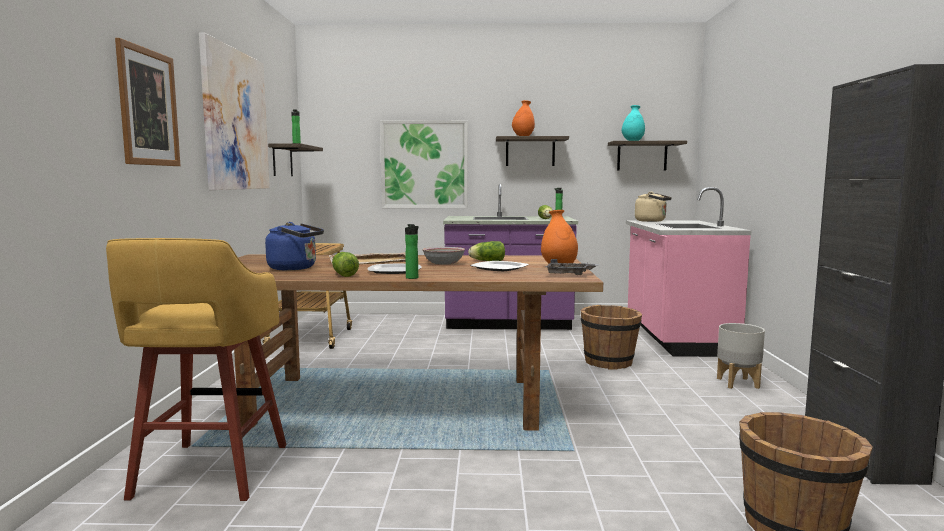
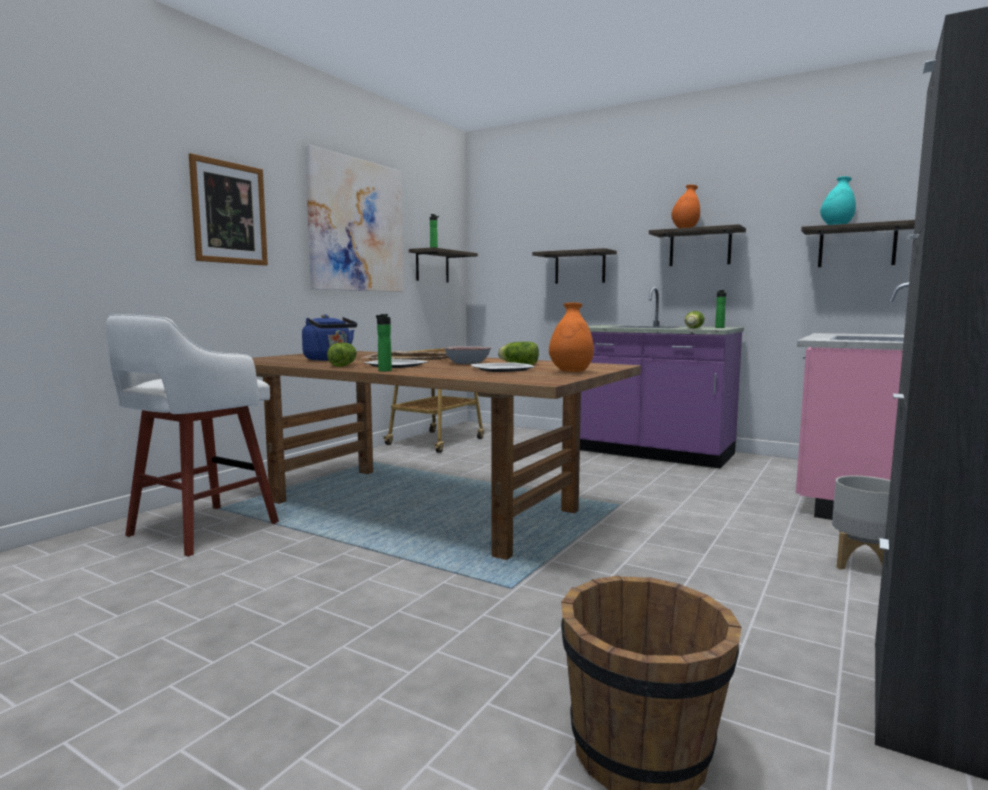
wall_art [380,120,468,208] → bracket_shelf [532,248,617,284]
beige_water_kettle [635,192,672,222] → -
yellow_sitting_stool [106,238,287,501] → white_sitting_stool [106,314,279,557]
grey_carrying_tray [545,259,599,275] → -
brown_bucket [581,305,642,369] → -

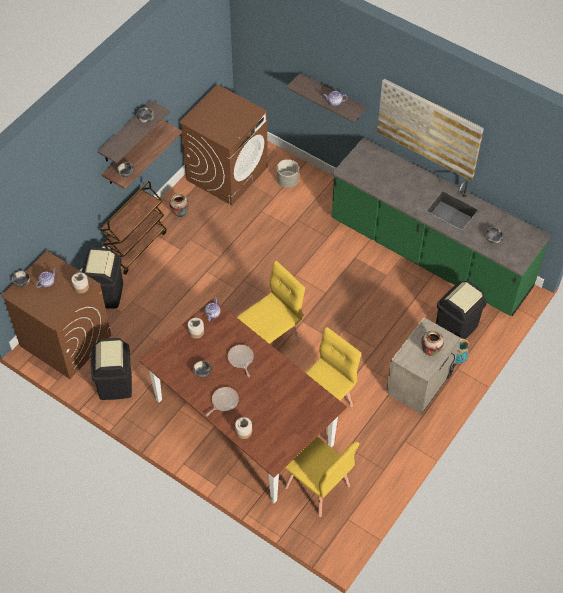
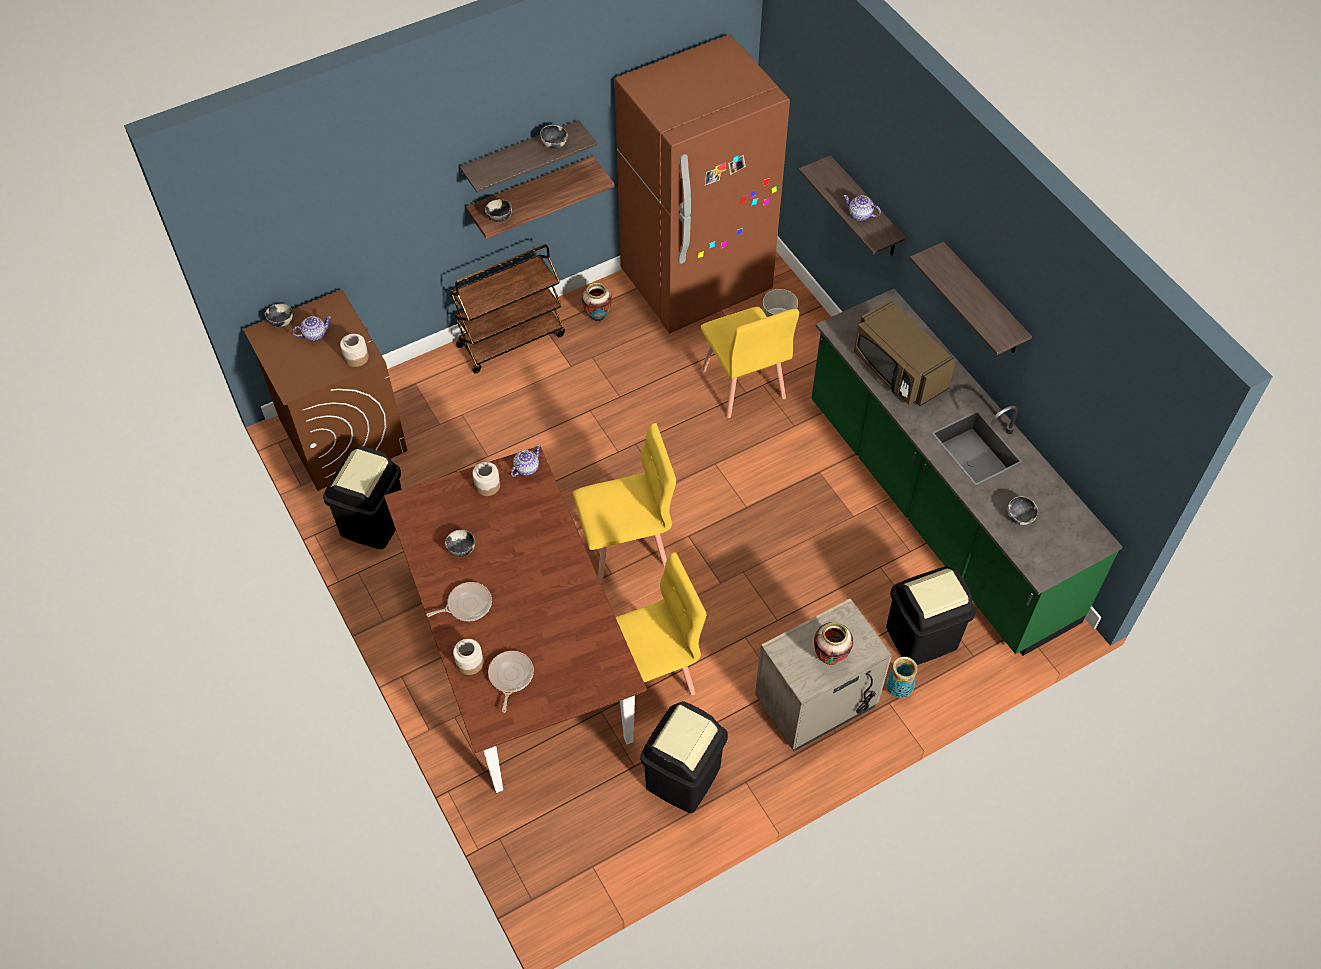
wall_art [377,78,484,181] → bracket_shelf [910,242,1032,355]
brown_laundry_machine [179,84,268,206] → brown_kitchen_fridge [615,35,790,333]
blackish_trash_can [82,247,123,309] → blackish_trash_can [641,701,728,813], relocated
skillet [228,345,254,377] → skillet [488,651,534,713], relocated
yellow_plain_chair [285,437,359,517] → yellow_plain_chair [701,307,799,418], relocated
- → brown_microwave [854,299,956,406]

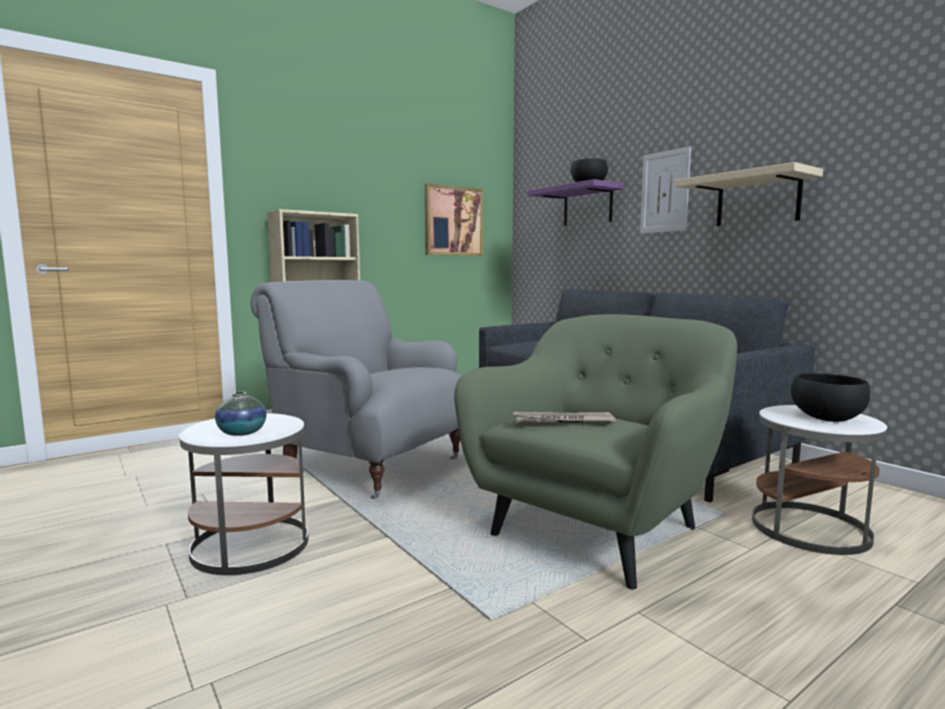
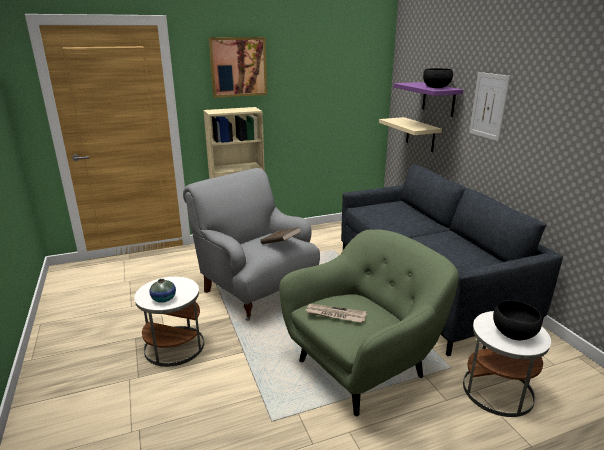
beige_bracket_shelf [675,162,823,226] → beige_bracket_shelf [379,117,442,152], relocated
wall_art [425,184,483,256] → wall_art [209,37,267,98], relocated
- → brown_book [260,227,301,244]

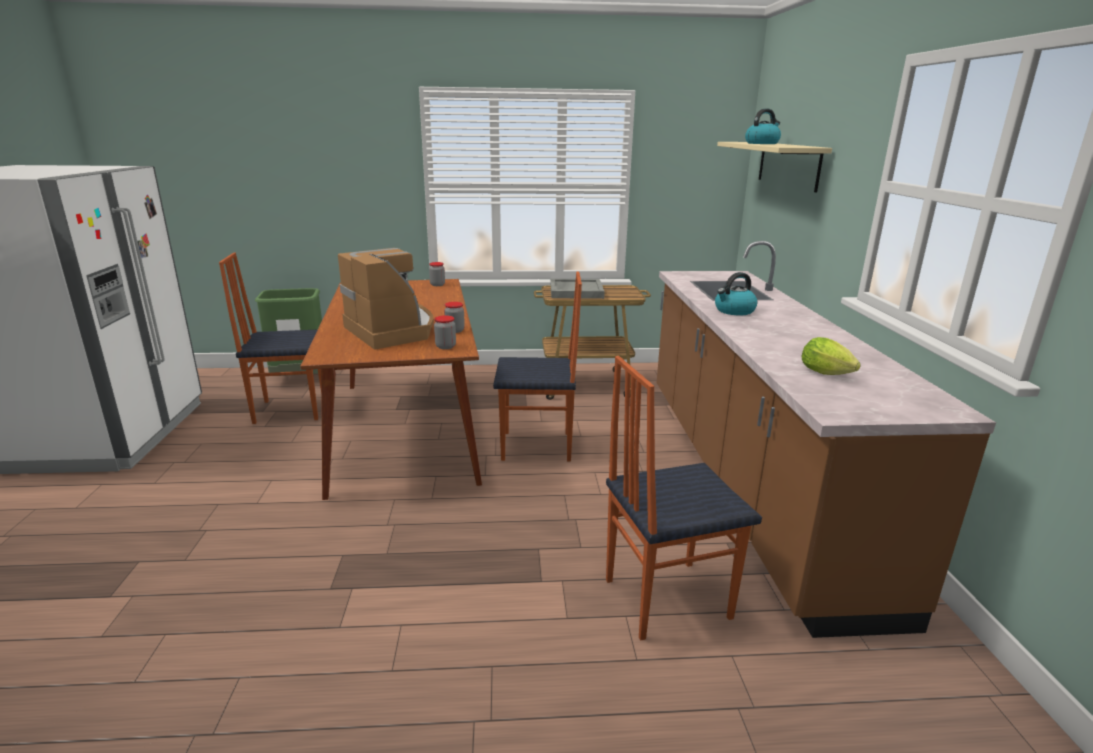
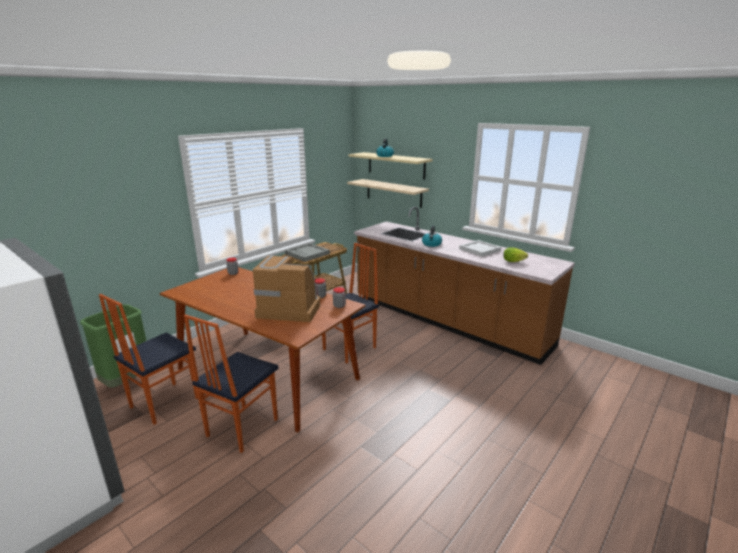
plain_chair [606,356,762,640] → plain_chair [184,314,278,453], relocated
- → beige_bracket_shelf [347,179,429,208]
- → white_carrying_tray [459,240,501,257]

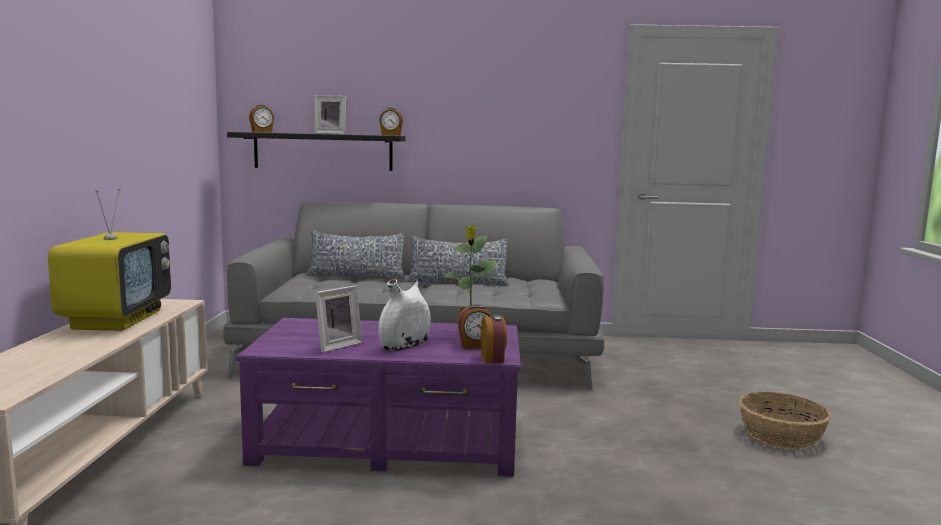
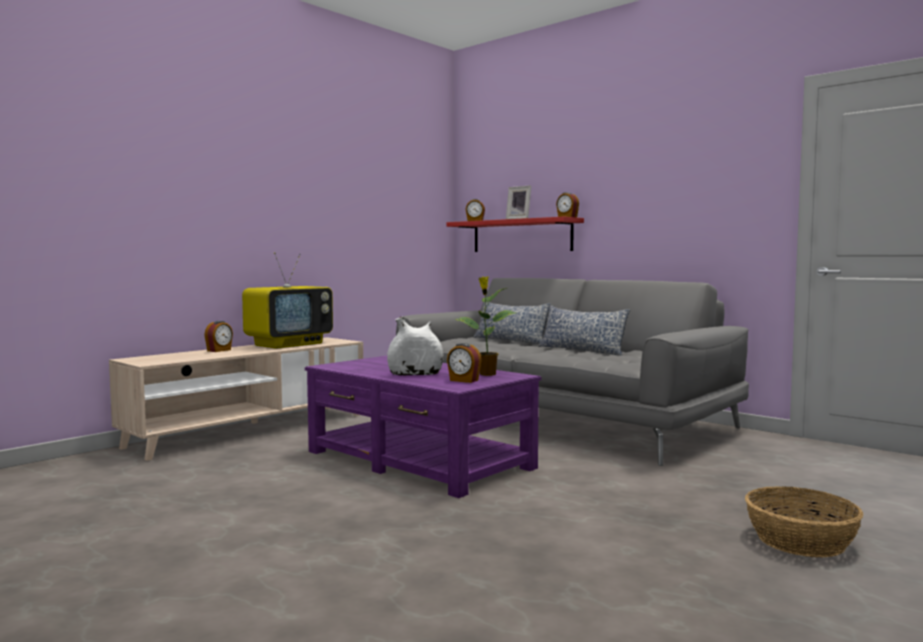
blackish_bracket_shelf [227,132,406,171] → reddish_bracket_shelf [446,217,584,252]
picture_frame [315,285,362,352] → -
table_clock [481,314,507,363] → table_clock [204,321,233,352], relocated

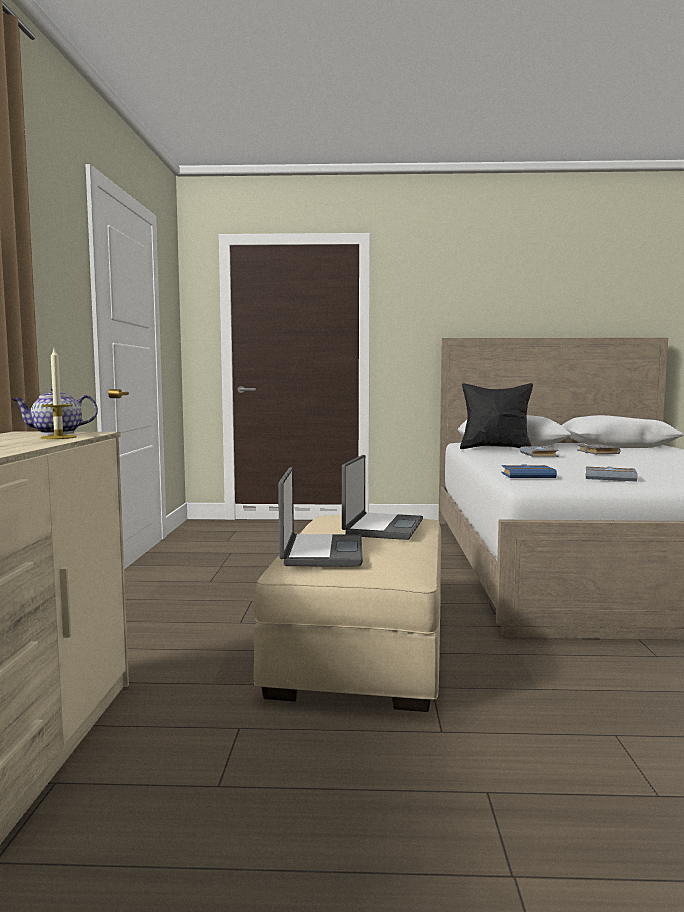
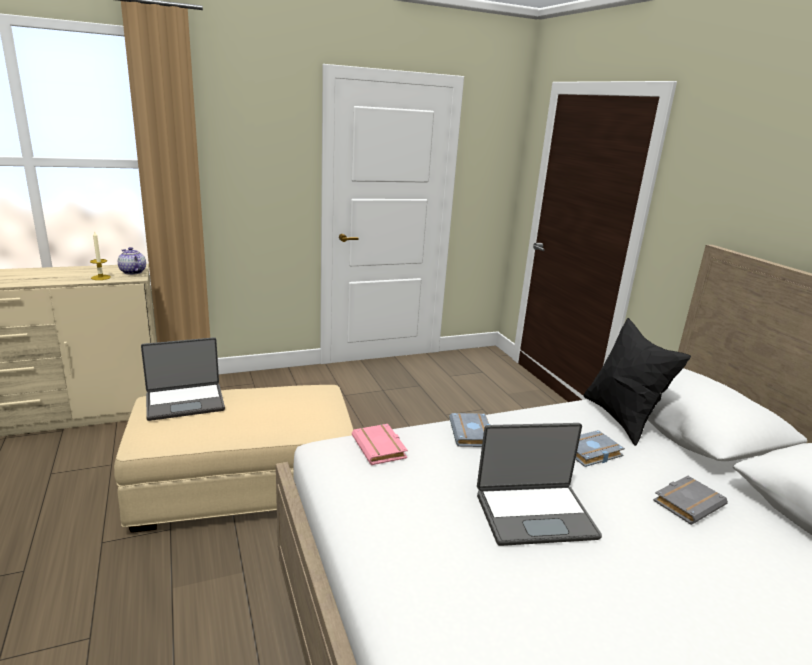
notebook_computer [342,455,423,540] → notebook_computer [477,423,602,546], relocated
blue-coloured_book [501,464,557,478] → pink-coloured_book [352,424,408,465]
grey_book [585,466,637,482] → grey_book [449,413,491,447], relocated

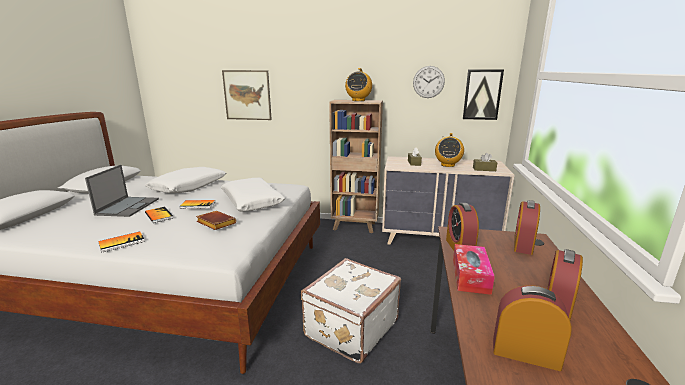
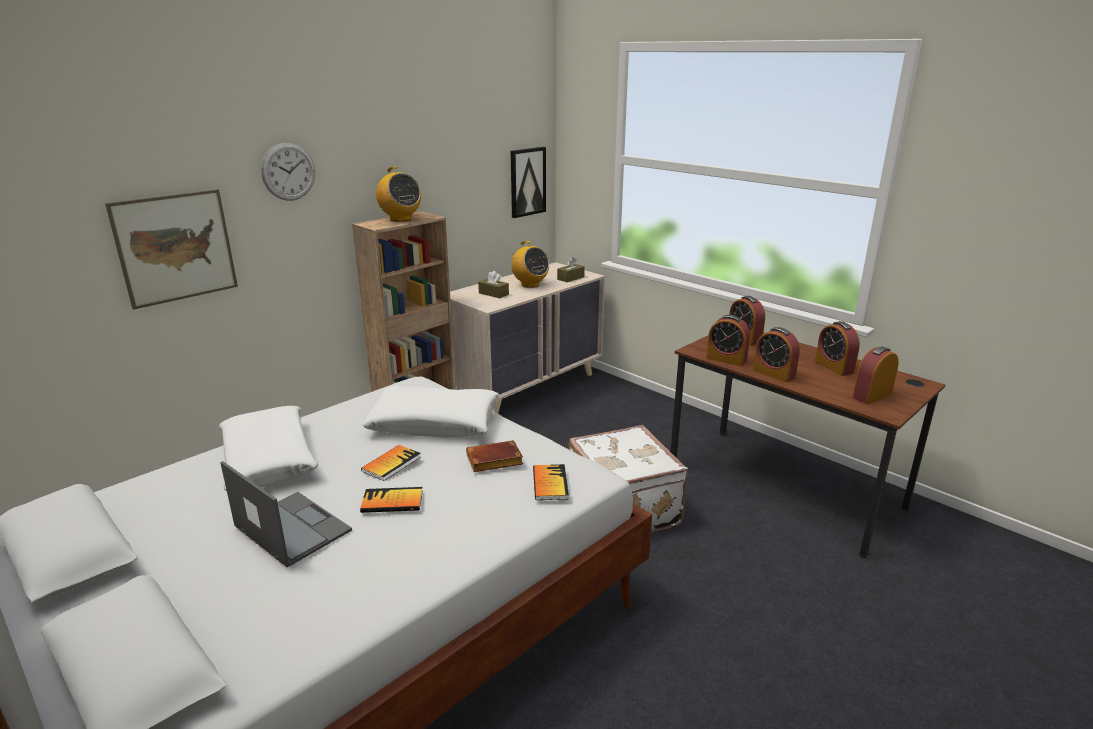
clock_on_the_wall [413,66,445,98] → clock_on_the_wall [261,143,315,201], relocated
book [98,232,145,253] → book [533,464,569,500], relocated
box_of_tissues [453,244,495,295] → table_clock [753,327,800,382]

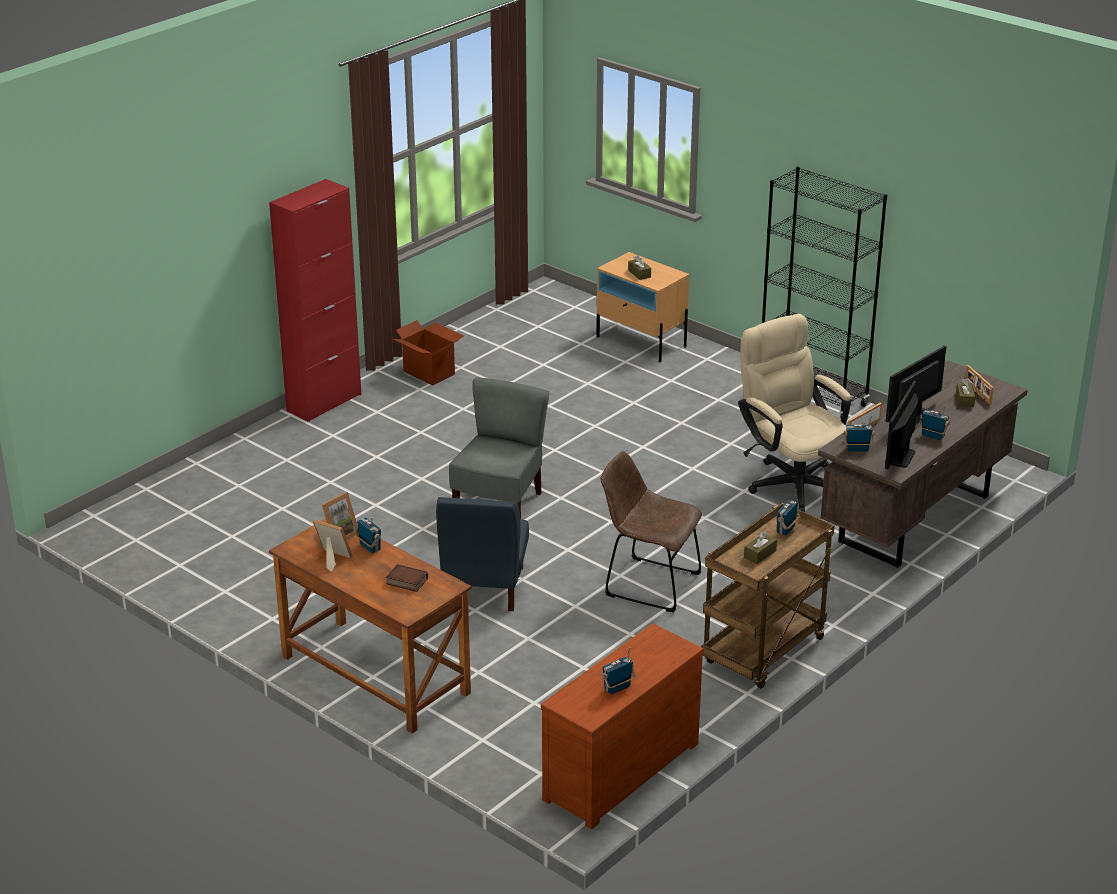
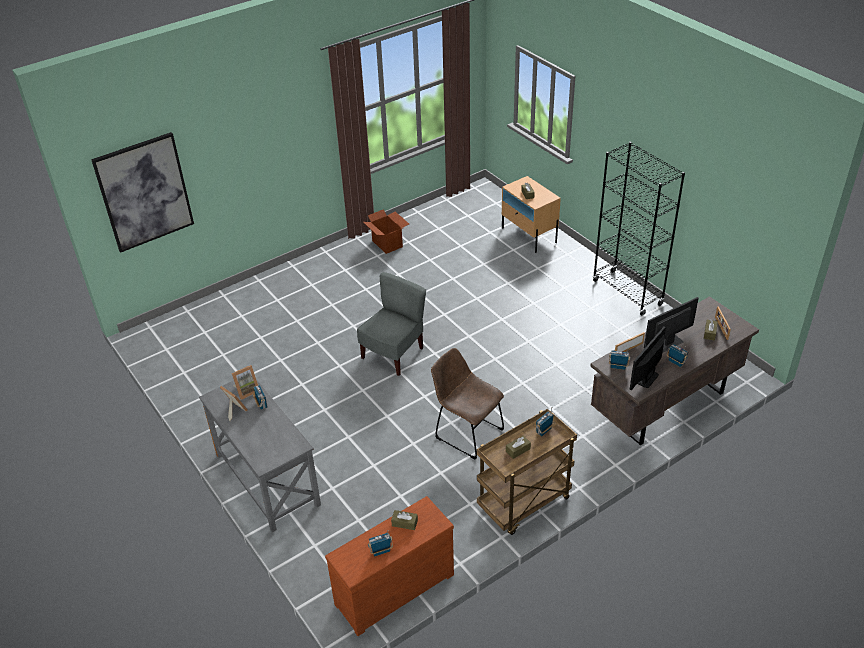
reddish_cabinet [269,179,361,422] → -
beige_office_chair [738,314,851,512] → -
blue-coloured_plain_chair [436,497,529,611] → -
brown_desk [269,518,472,734] → grey_desk [199,379,321,532]
book [386,564,428,592] → -
- → wall_art [91,132,194,253]
- → brown_box_of_tissues [391,510,418,530]

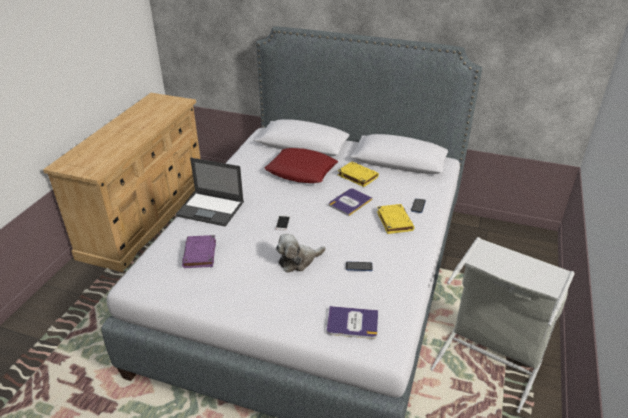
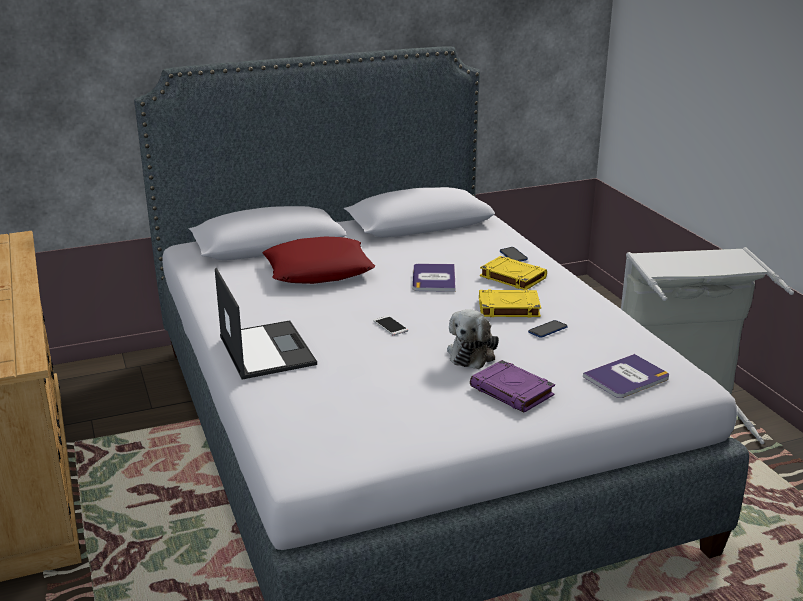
notebook_computer [176,158,244,227] → notebook_computer [215,268,317,379], 90 degrees counterclockwise
yellow_book [338,161,379,187] → yellow_book [479,289,541,318], relocated
purple_book [182,235,216,268] → purple_book [470,360,555,413], relocated

